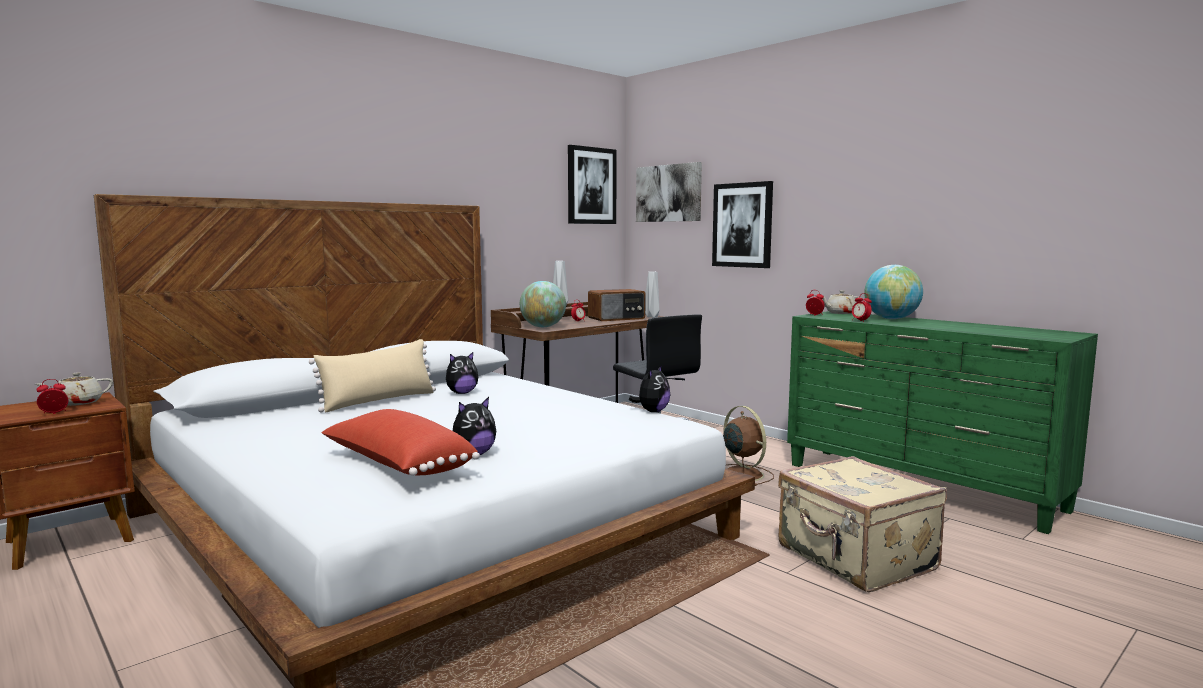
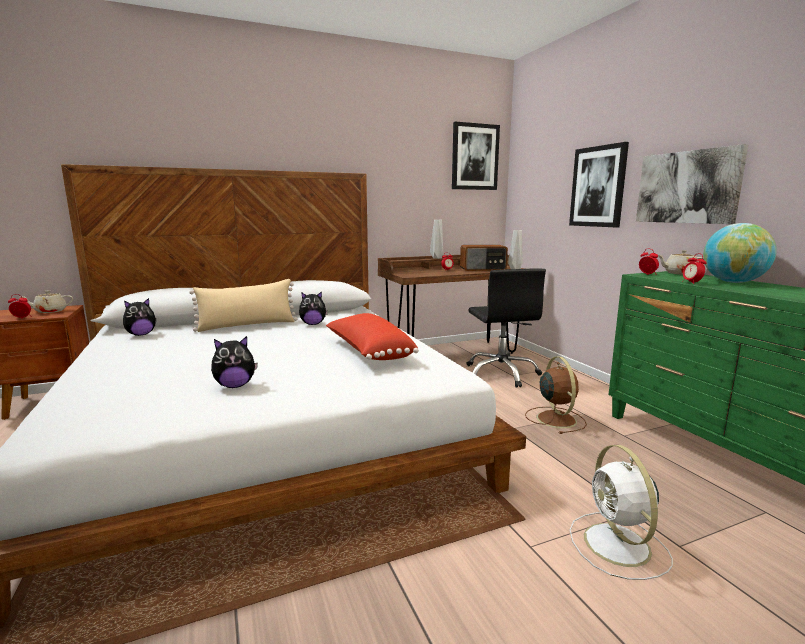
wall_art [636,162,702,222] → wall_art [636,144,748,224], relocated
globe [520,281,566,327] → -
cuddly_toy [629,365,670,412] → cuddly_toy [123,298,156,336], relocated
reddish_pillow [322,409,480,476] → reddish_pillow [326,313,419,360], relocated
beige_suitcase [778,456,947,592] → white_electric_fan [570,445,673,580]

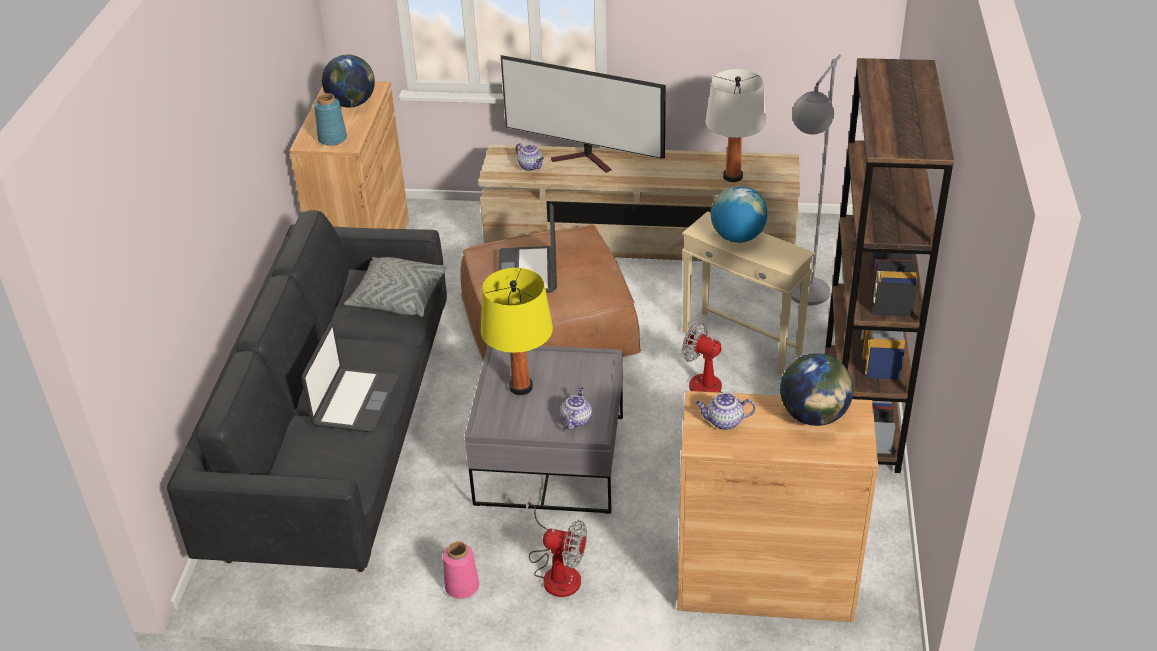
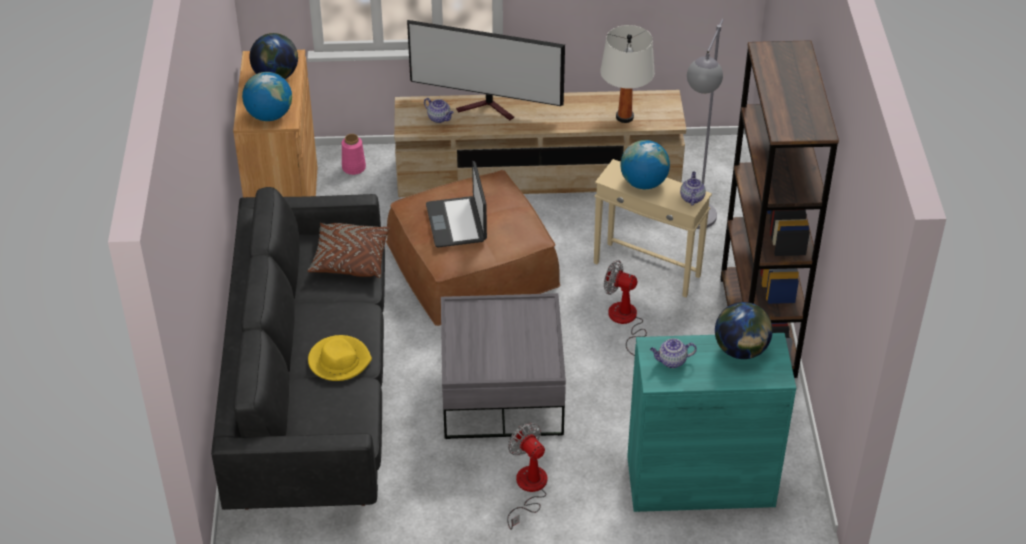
blue-coloured_decorative_vase [314,93,347,146] → globe [242,72,292,121]
grey_pillow [344,257,446,317] → brown_pillow [307,223,389,278]
yellow_lamp_for_a_table [481,268,553,395] → -
notebook_computer [301,323,399,433] → yellow_wearable_hat [308,335,372,381]
teapot [560,387,592,430] → teapot [680,171,706,206], relocated
brown_cabinet [677,391,878,622] → blue-green_cabinet [627,333,796,512]
electric_fan [526,494,587,597] → electric_fan [507,423,547,530], 135 degrees counterclockwise
pink-coloured_decorative_vase [443,541,479,599] → pink-coloured_decorative_vase [342,134,366,175], relocated

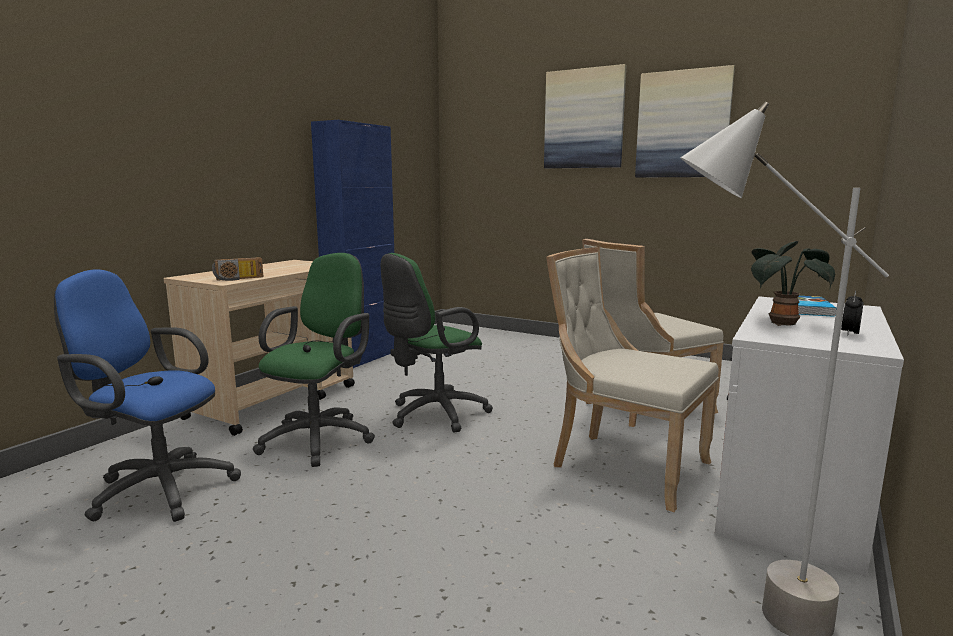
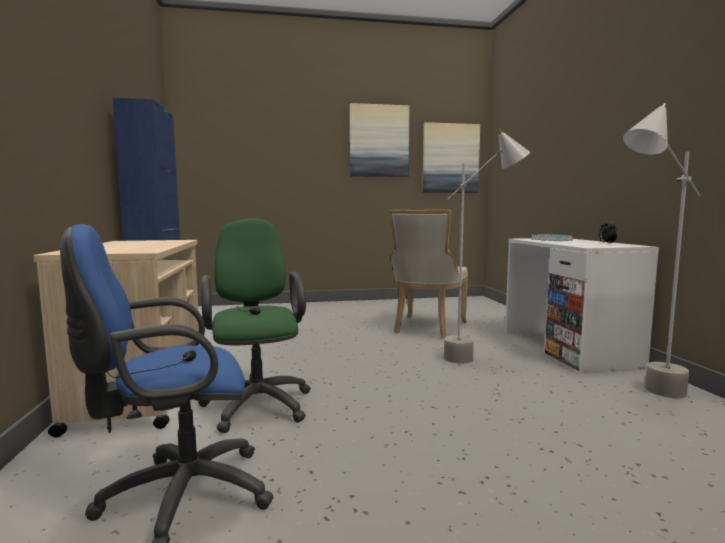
wall_art [544,64,626,168] → wall_art [423,122,480,193], relocated
plant_in_a_pot [751,241,835,326] → -
beige_plain_chair [546,247,719,512] → grey_standard_lamp [444,130,530,363]
green-coloured_office_chair [381,253,493,433] → -
radio [212,257,263,281] → -

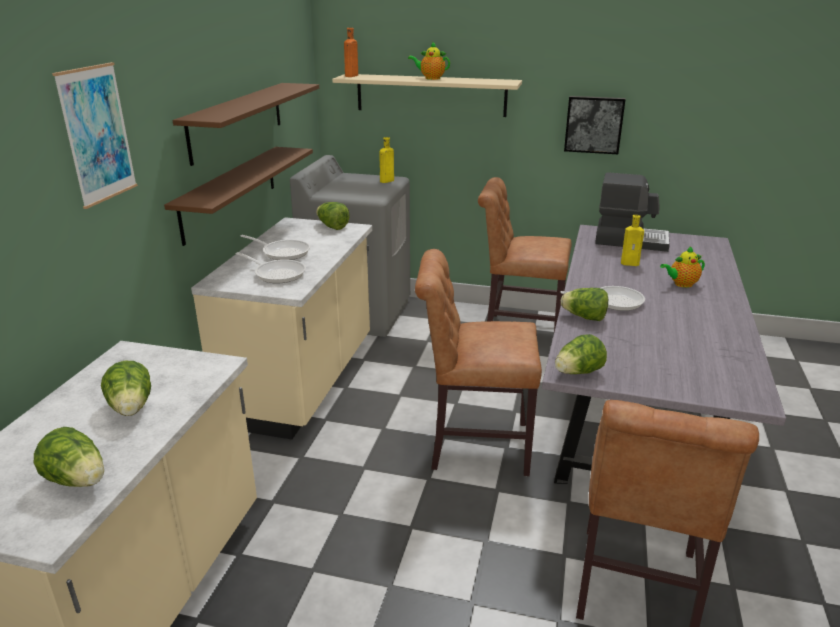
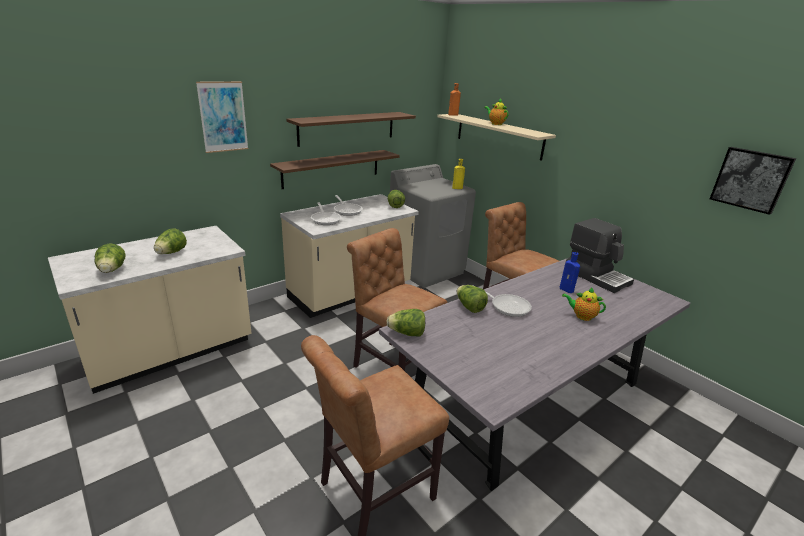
wall_art [564,96,626,154] → wall_art [710,147,796,215], relocated
yellow_drink_bottle [621,215,644,266] → blue-coloured_drink_bottle [560,252,580,293]

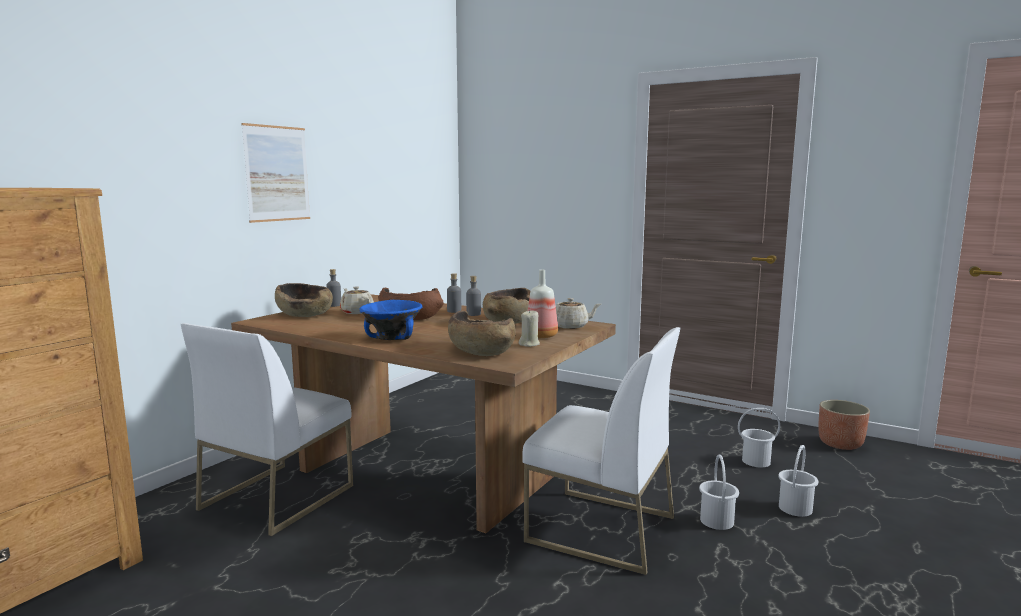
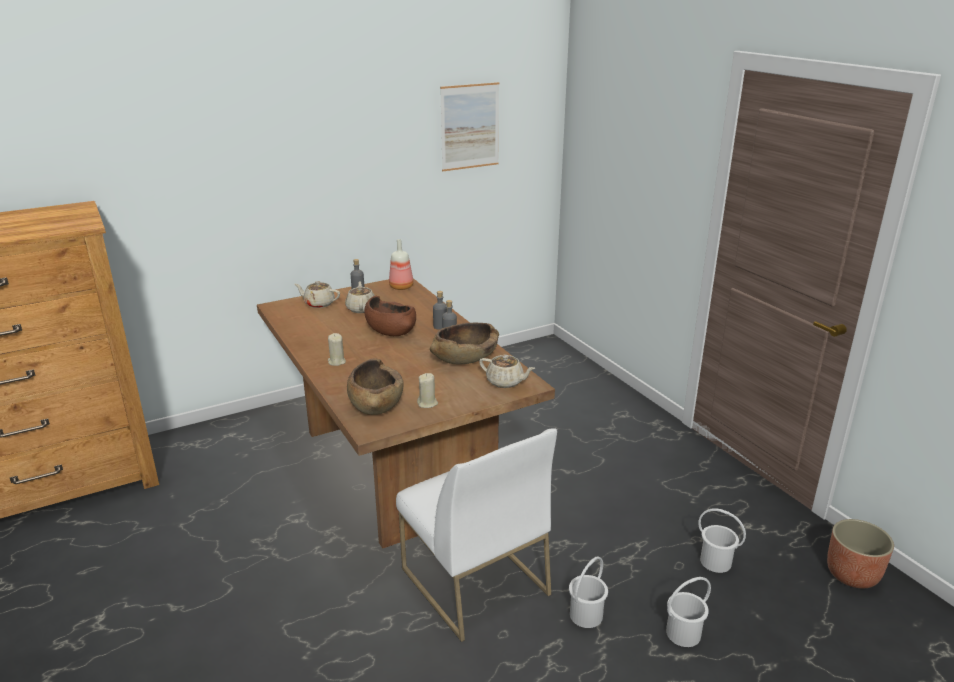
wall_art [241,123,310,223] → wall_art [440,82,499,171], relocated
drink_bottle [528,270,558,338] → drink_bottle [389,239,413,290], relocated
brown_bowl [275,283,333,317] → beige_teapot [294,281,340,308]
blue-coloured_bowl [359,300,422,340] → beige_candle [328,333,346,366]
white_plain_chair [181,323,353,536] → -

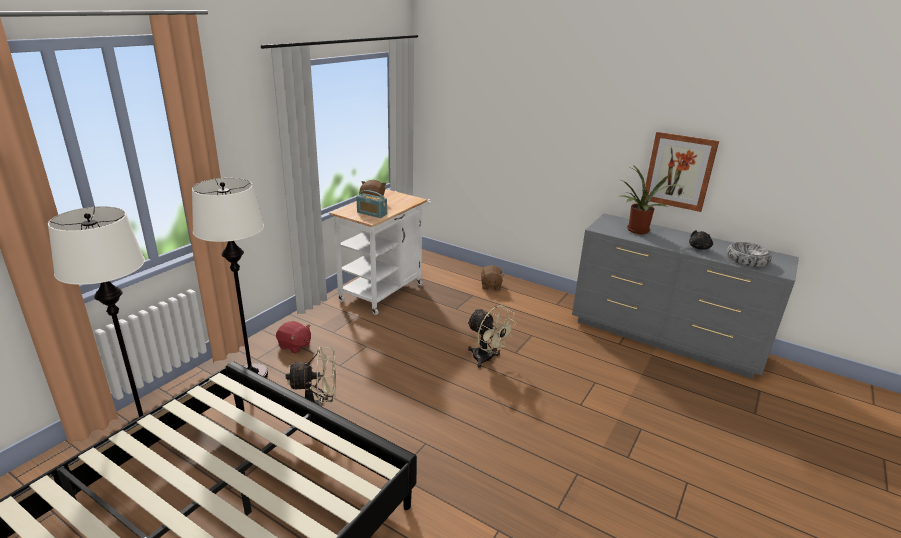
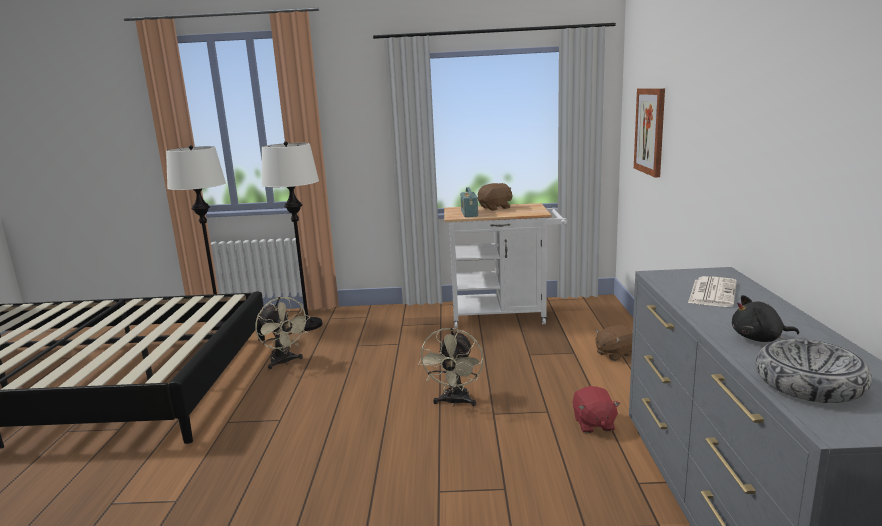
wall_art [645,132,719,212] → wall_art [634,88,665,178], relocated
plant_in_a_pot [622,164,679,234] → daily_paper [688,276,736,307]
reddish_cuddly_toy [276,321,311,354] → reddish_cuddly_toy [573,386,620,433], relocated

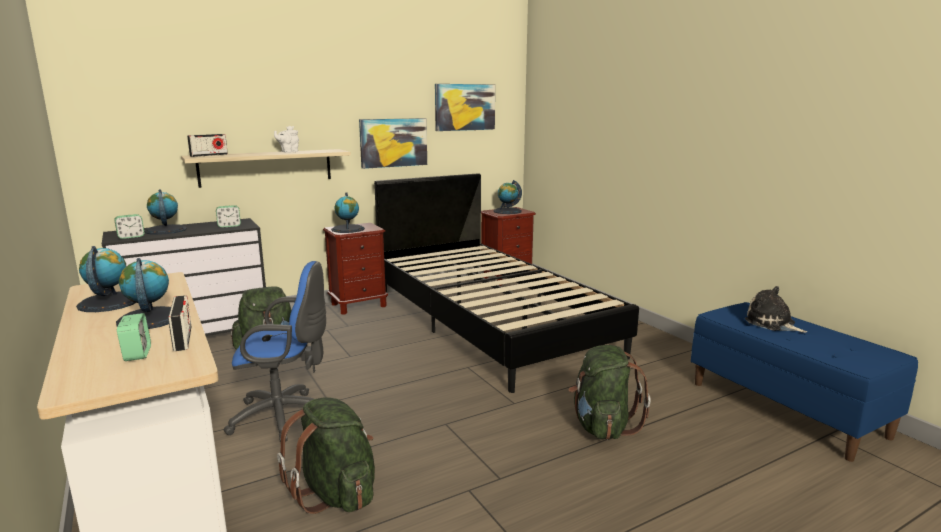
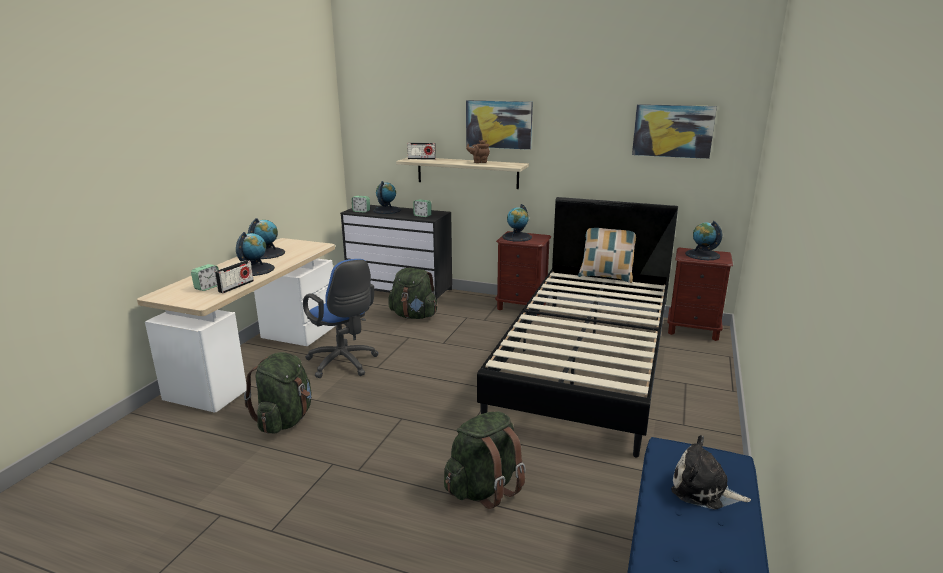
wall_art [359,118,427,169] → wall_art [466,100,533,150], relocated
white_teapot [274,126,299,153] → brown_teapot [466,140,490,163]
cuddly_toy [745,286,807,333] → cuddly_toy [671,435,751,510], 75 degrees counterclockwise
- → pillow [578,228,636,283]

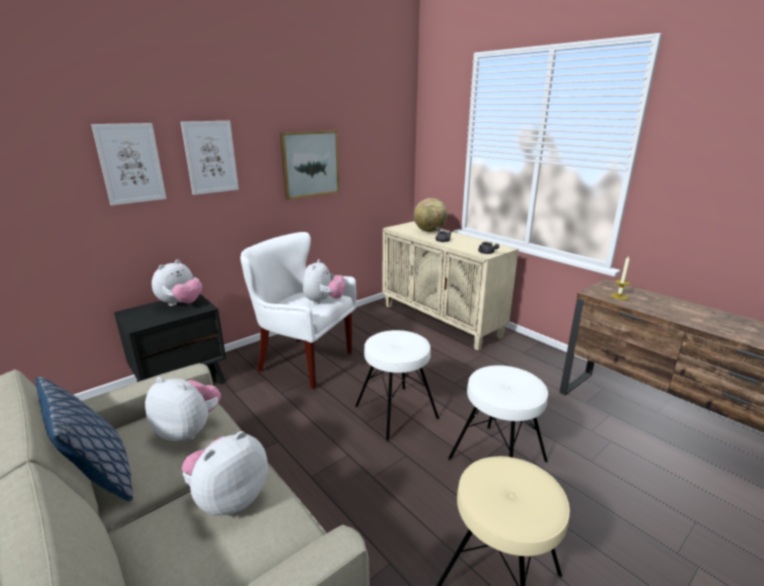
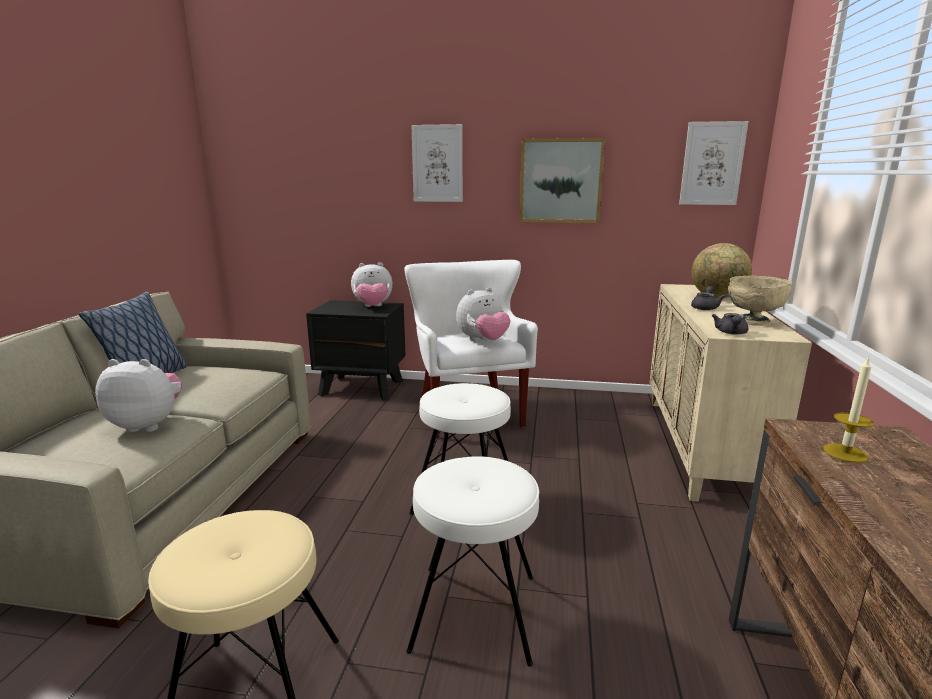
wall_art [91,123,166,206] → wall_art [679,121,749,205], relocated
cuddly_toy [145,377,221,442] → -
- → beige_bowl [728,276,793,326]

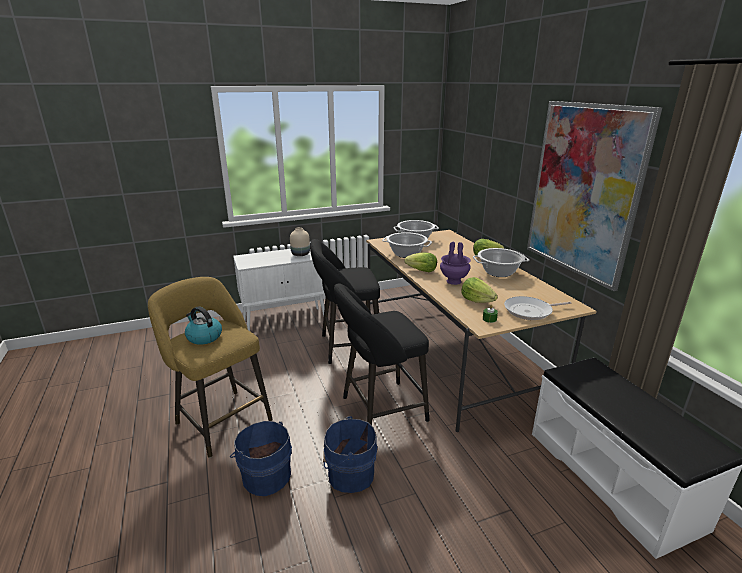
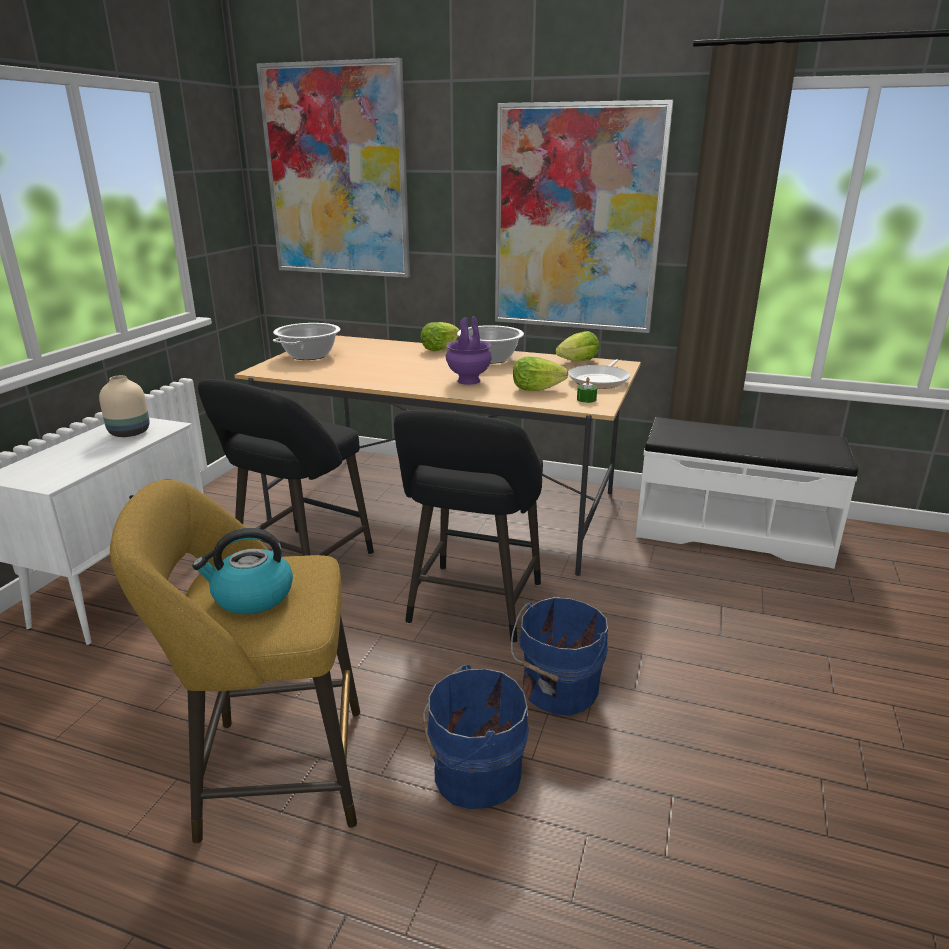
cooking_pot [382,232,432,258] → -
lettuce [405,252,437,272] → lettuce [555,331,600,361], relocated
- → wall_art [256,58,410,278]

